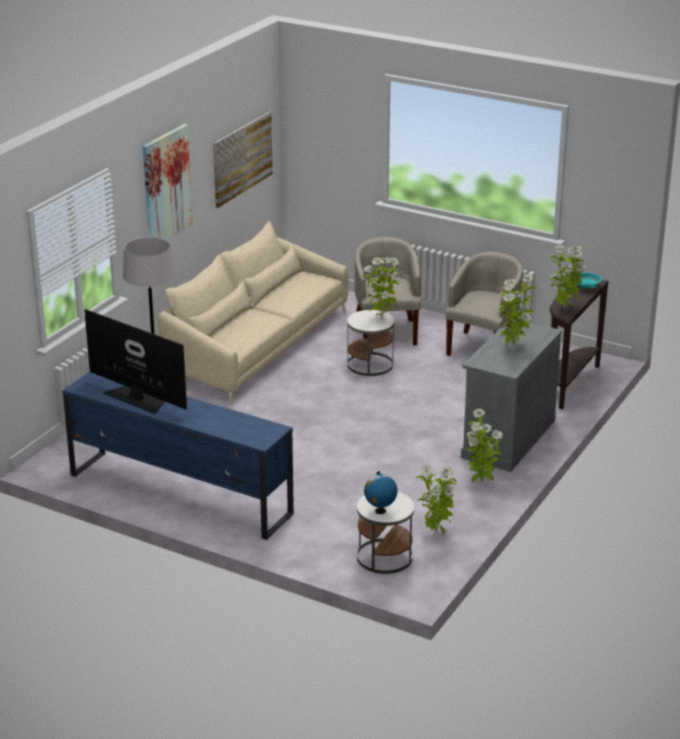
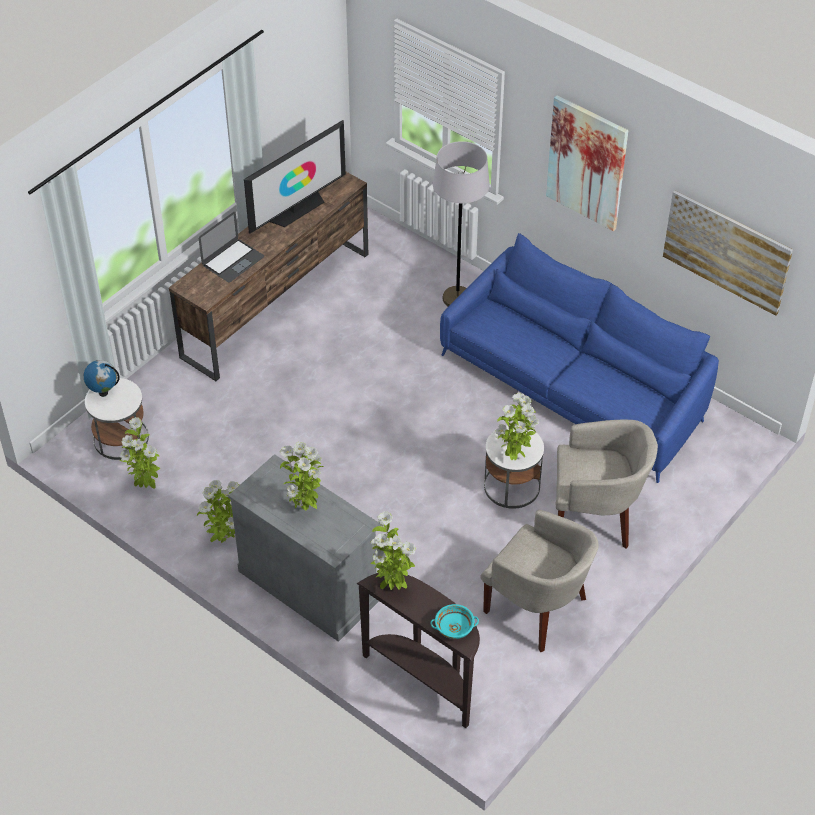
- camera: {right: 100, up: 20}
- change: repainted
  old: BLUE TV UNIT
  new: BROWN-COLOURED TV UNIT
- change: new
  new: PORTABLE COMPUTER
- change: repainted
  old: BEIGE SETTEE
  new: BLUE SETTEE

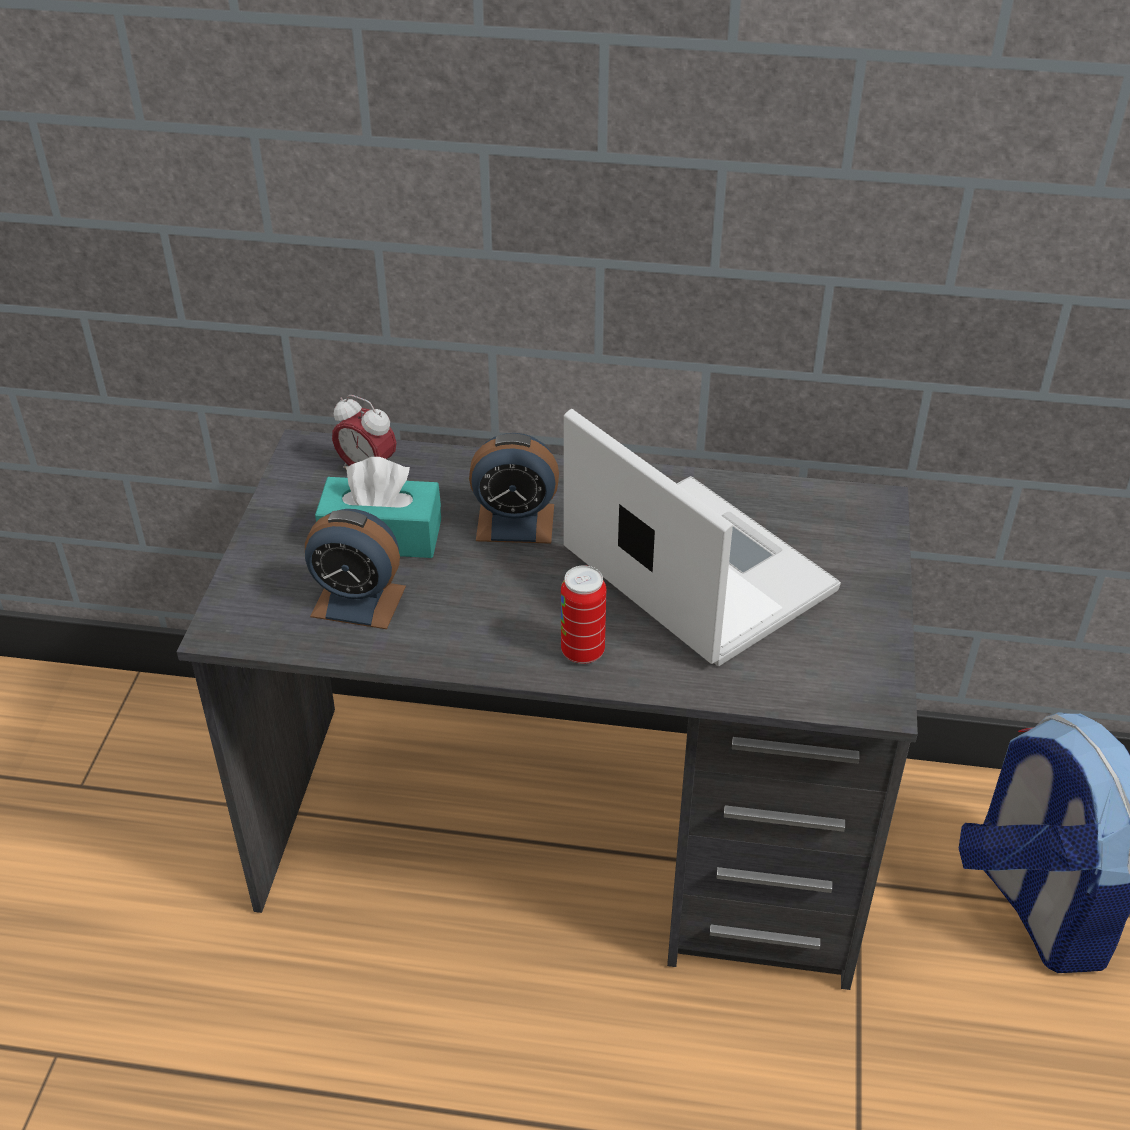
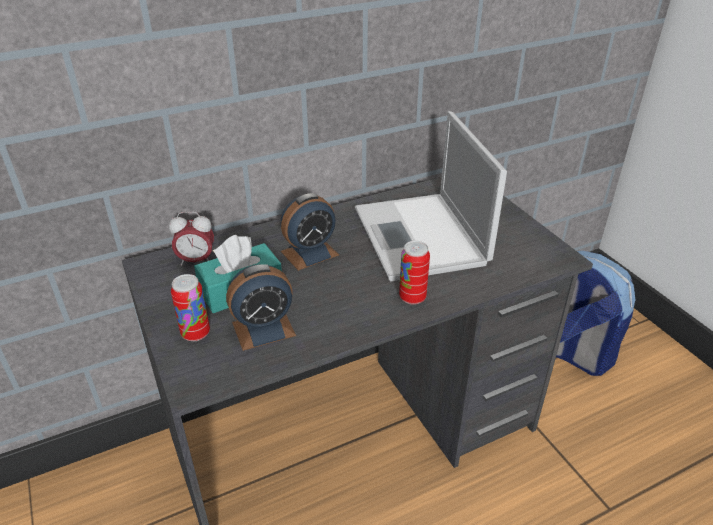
- camera: {right: -35, up: -5}
- change: new
  new: METAL CAN (no. 1 from left)
- change: rotated
  old: PORTABLE COMPUTER
  degrees: -120

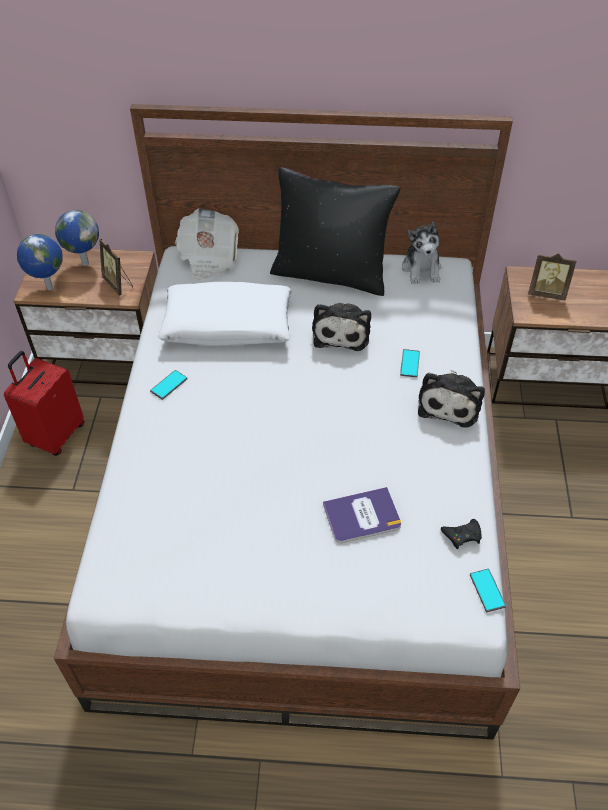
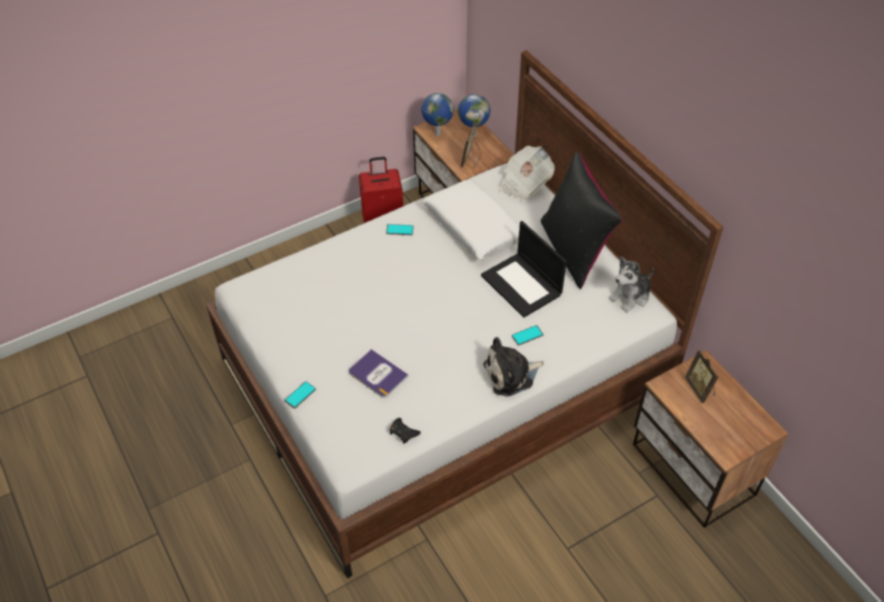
- camera: {right: 55, up: 0}
- change: shifted
  old: HANDSET (no. 3 from left in the first image)
  new: HANDSET (no. 1 from left)
- change: swapped
  old: PLUSH TOY (no. 1 from left)
  new: PORTABLE COMPUTER

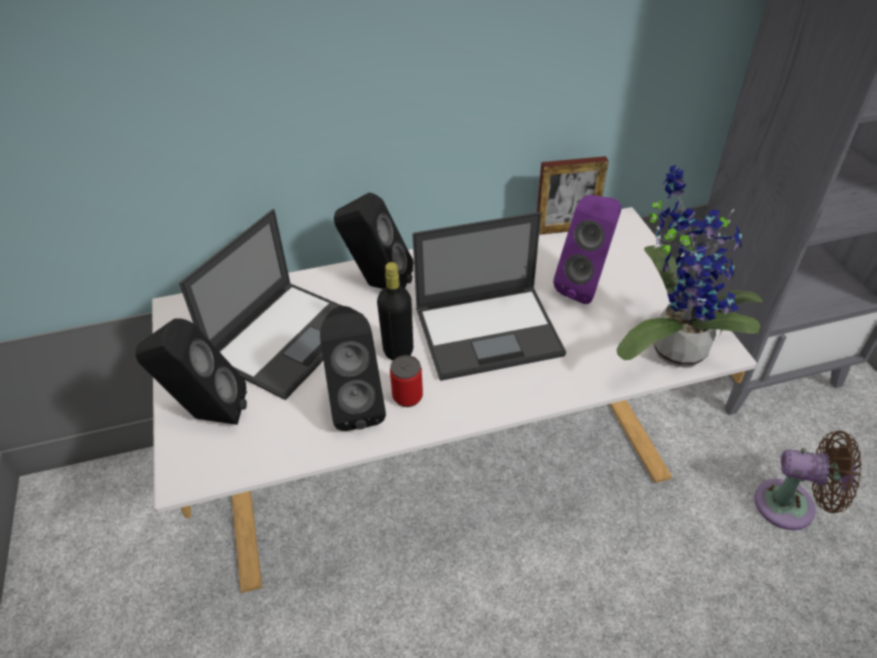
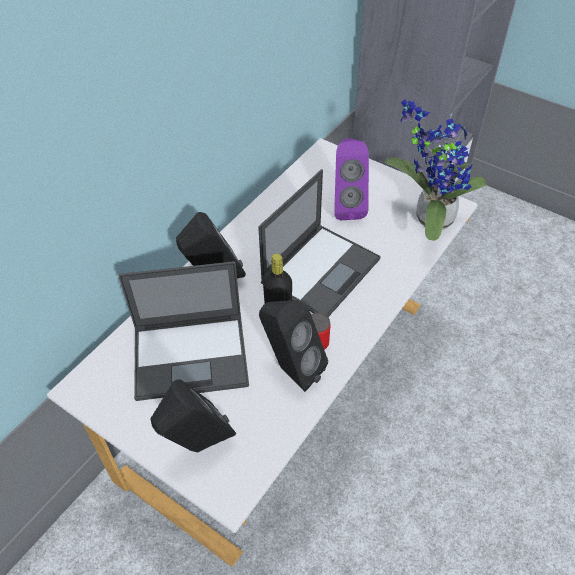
- camera: {right: -40, up: 5}
- change: rotated
  old: PORTABLE COMPUTER (no. 1 from left)
  degrees: 90
- change: gone
  old: STANDING FRAME
- change: gone
  old: BROWN-COLOURED ELECTRIC FAN

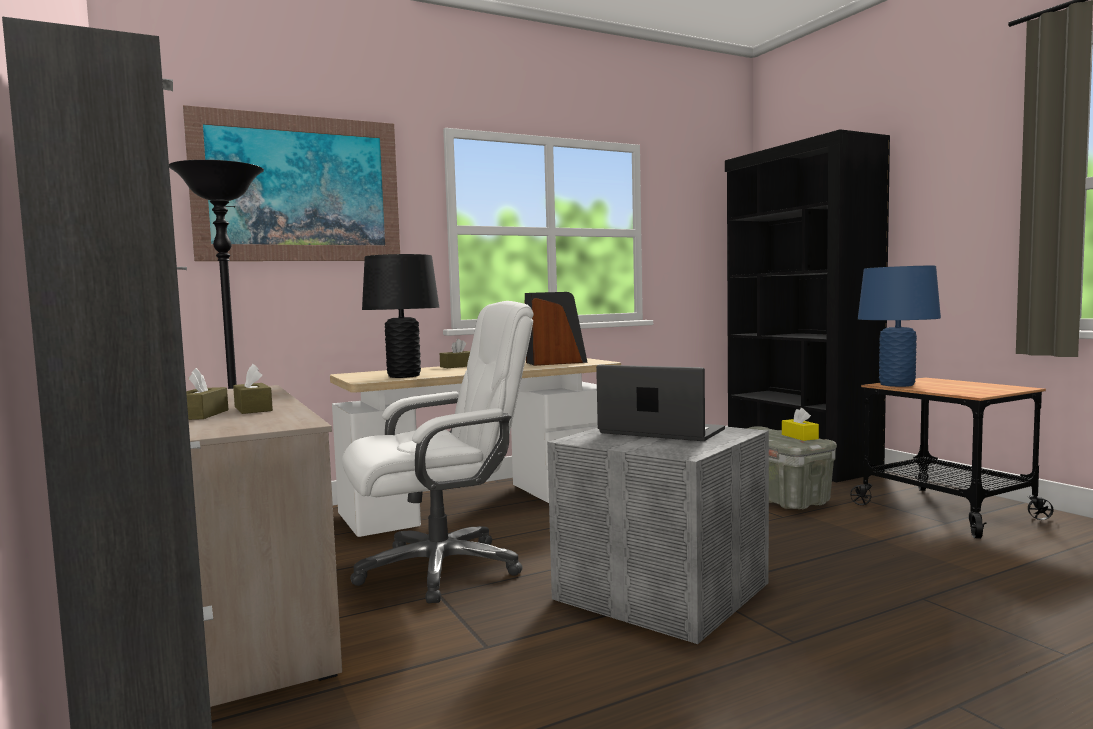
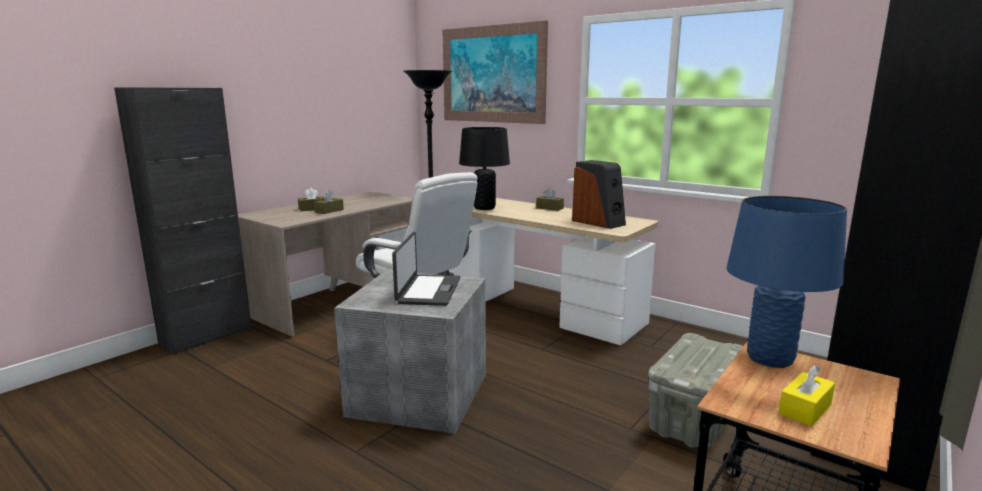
- camera: {right: 65, up: 10}
- change: shifted
  old: YELLOW-COLOURED TISSUE BOX

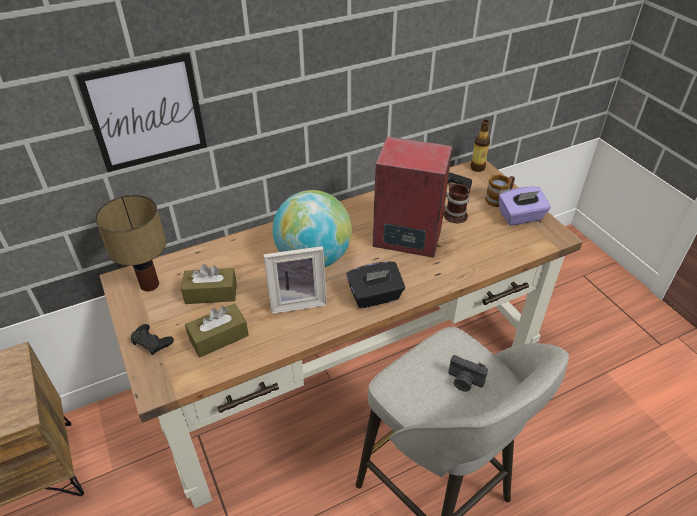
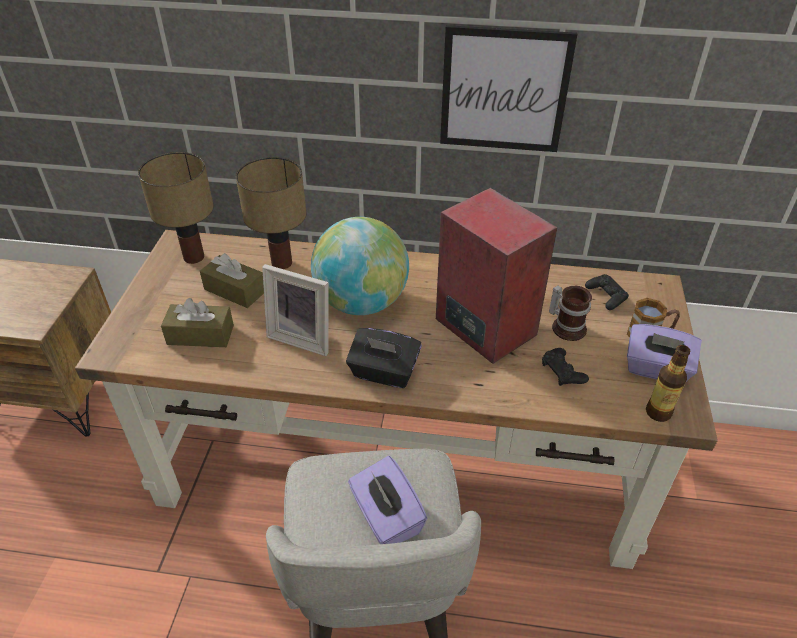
- camera: {right: 35, up: 0}
- change: new
  new: LAMP FOR A TABLE (no. 2 from left)
- change: swapped
  old: PHOTO CAMERA
  new: PURPLISH TISSUE BOX (no. 1 from left)
- change: shifted
  old: WALL PICTURE
- change: shifted
  old: BLACK-COLOURED GAME CONTROLLER (no. 1 from left)
- change: shifted
  old: DRINK BOTTLE

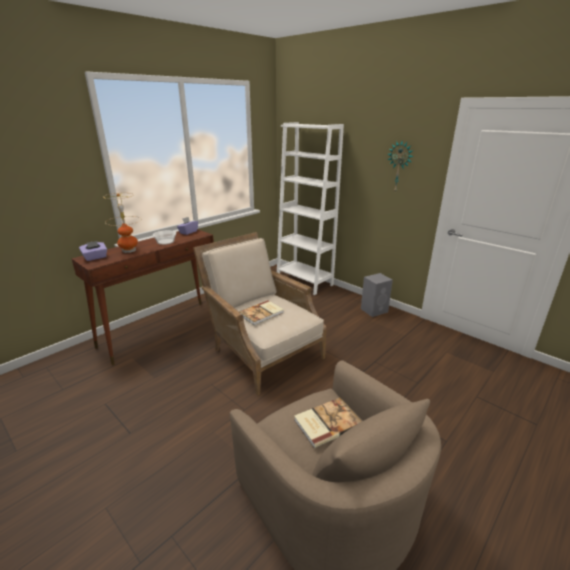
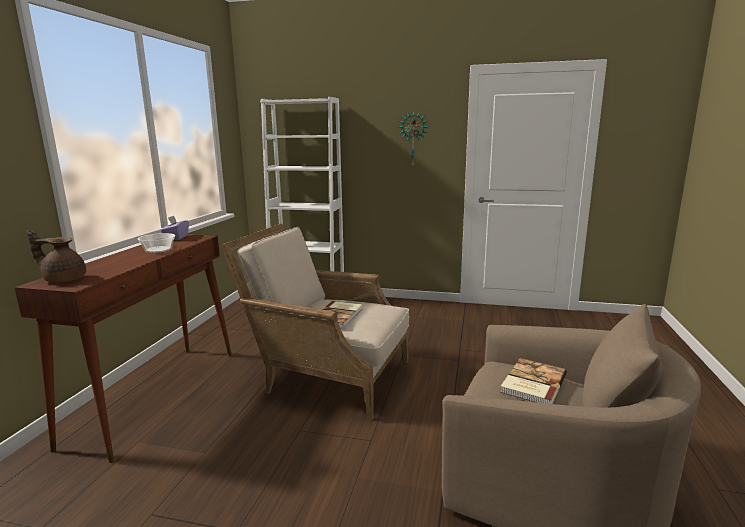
- camera: {right: -30, up: -10}
- change: swapped
  old: PURPLISH TISSUE BOX (no. 1 from left)
  new: BROWN-COLOURED TEA POT
- change: gone
  old: LAMP FOR A TABLE
- change: gone
  old: GREY AUDIO SPEAKER

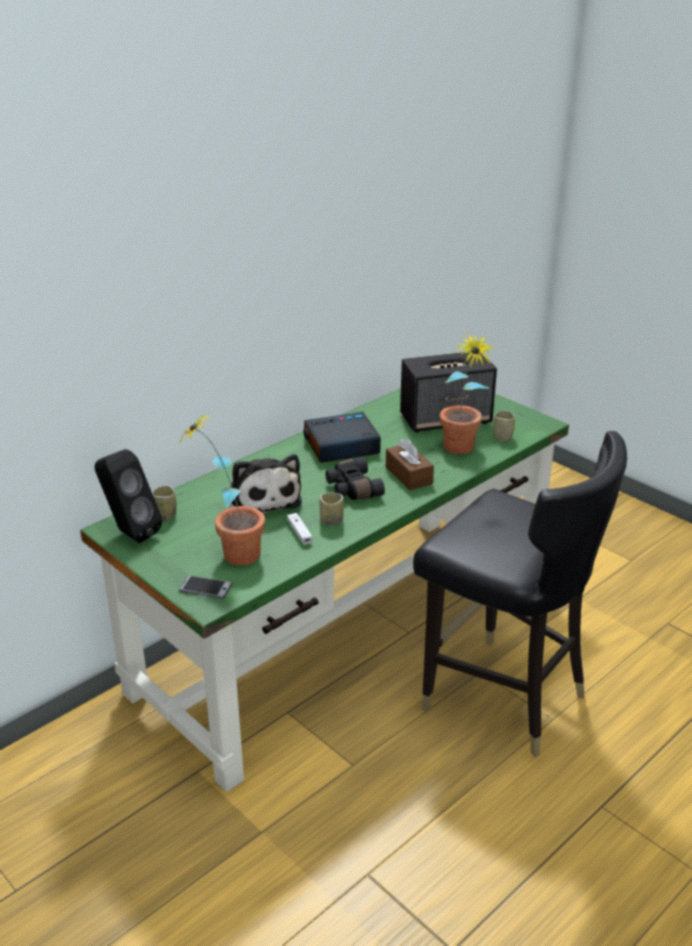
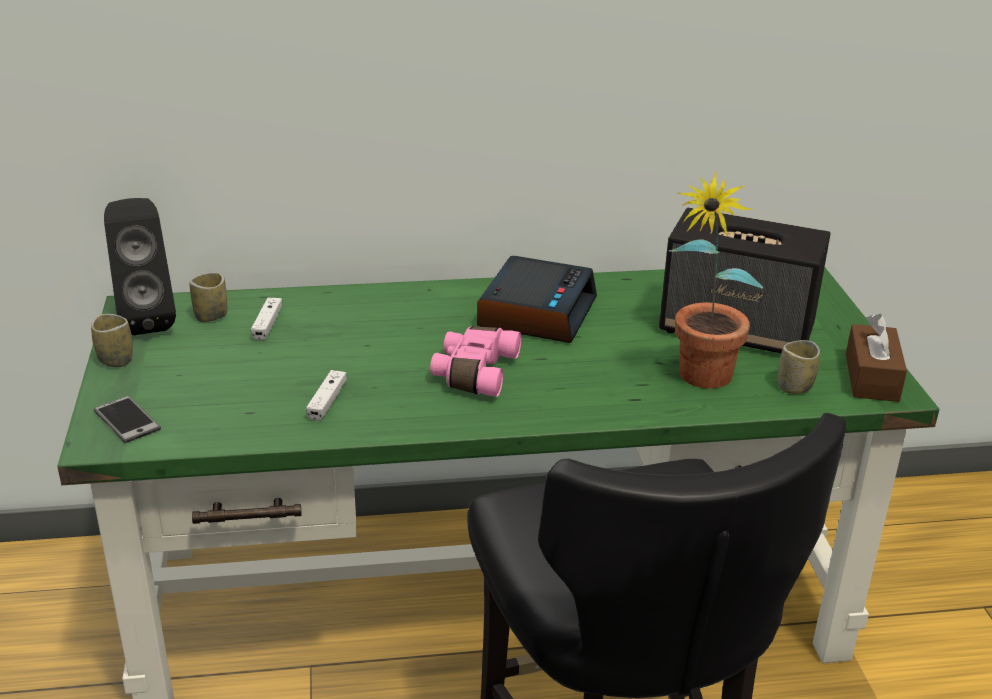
- camera: {right: 35, up: 0}
- change: shifted
  old: SMALL CUP (no. 2 from left in the first image)
  new: SMALL CUP (no. 1 from left)
- change: new
  new: WHITE GAME CONTROLLER (no. 1 from left)
- change: repainted
  old: BLACK-COLOURED FIELD GLASSES
  new: PINK-COLOURED FIELD GLASSES
- change: rotated
  old: BEDSIDE CLOCK
  degrees: 90
- change: shifted
  old: BROWN-COLOURED TISSUE BOX
- change: gone
  old: PLANT IN A POT (no. 1 from left)
- change: gone
  old: PLUSH TOY

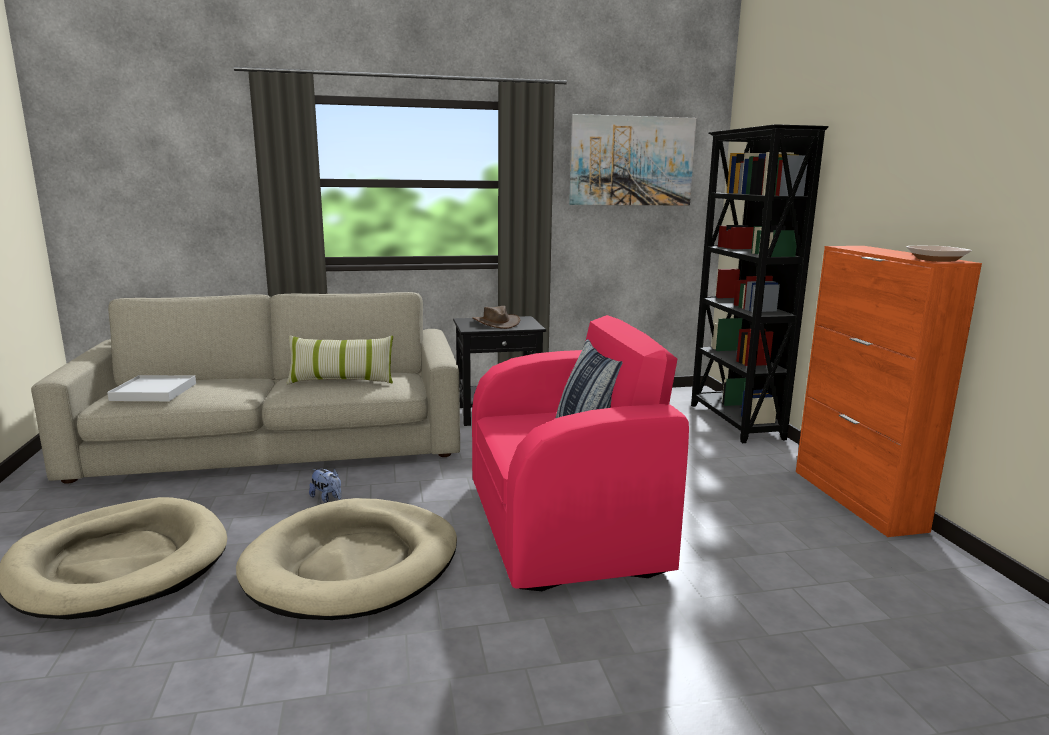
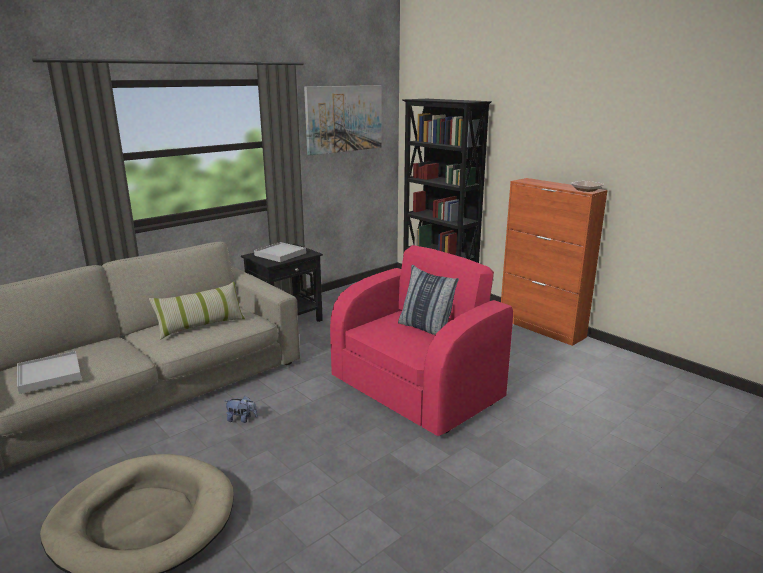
- camera: {right: -30, up: 5}
- change: swapped
  old: BROWN-COLOURED HAT
  new: WHITE CARRYING TRAY (no. 2 from left)
- change: gone
  old: BEIGE DOG CUSHION (no. 2 from left)

